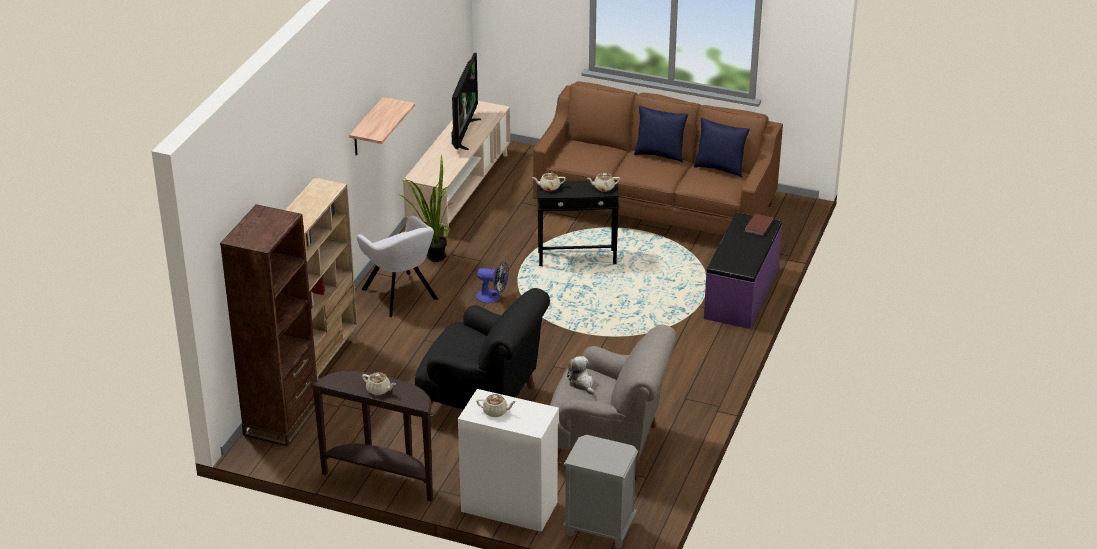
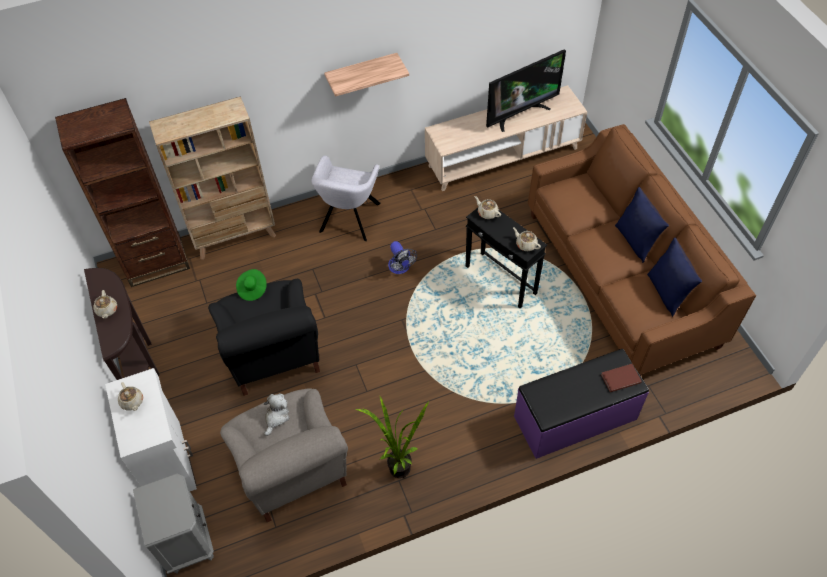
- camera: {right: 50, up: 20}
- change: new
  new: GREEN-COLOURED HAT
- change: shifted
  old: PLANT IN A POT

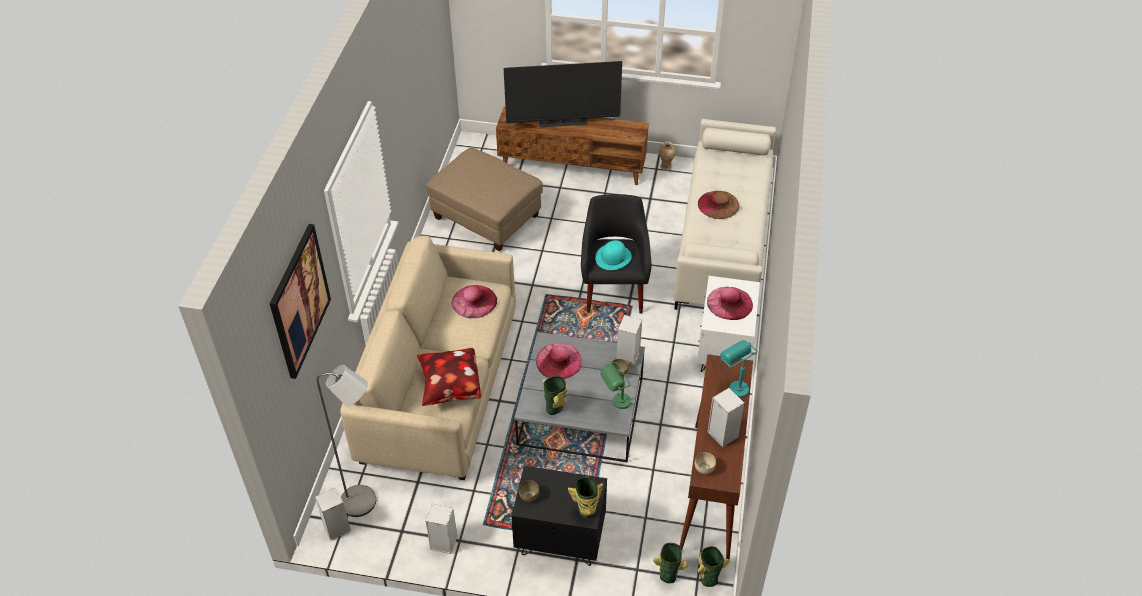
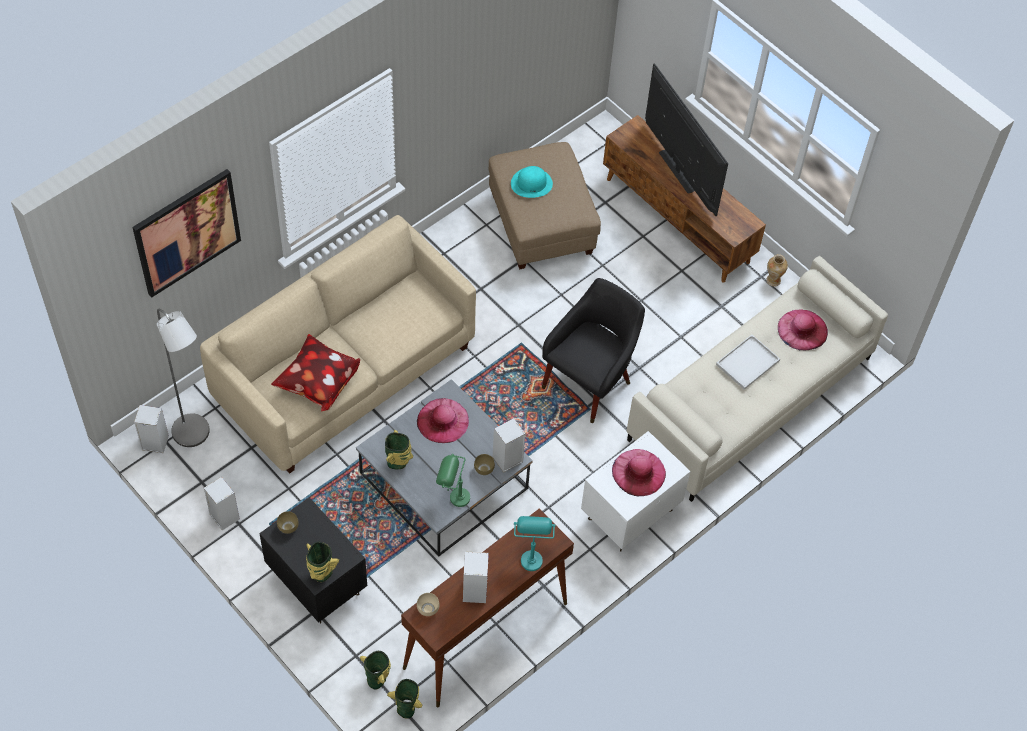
- camera: {right: 35, up: 10}
- change: shifted
  old: TURQUOISE HAT
- change: rotated
  old: TV
  degrees: -150
- change: swapped
  old: BROWN-COLOURED HAT
  new: WHITE CARRYING TRAY
- change: shifted
  old: PINK-COLOURED HAT (no. 1 from left in the first image)
  new: PINK-COLOURED HAT (no. 3 from left)

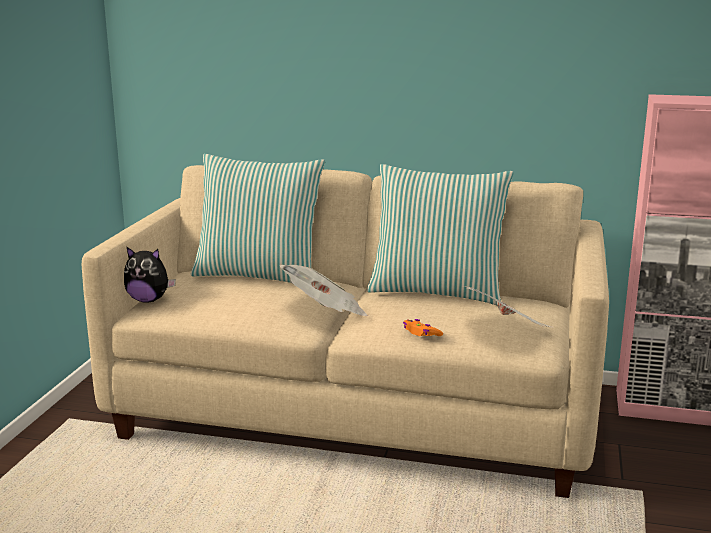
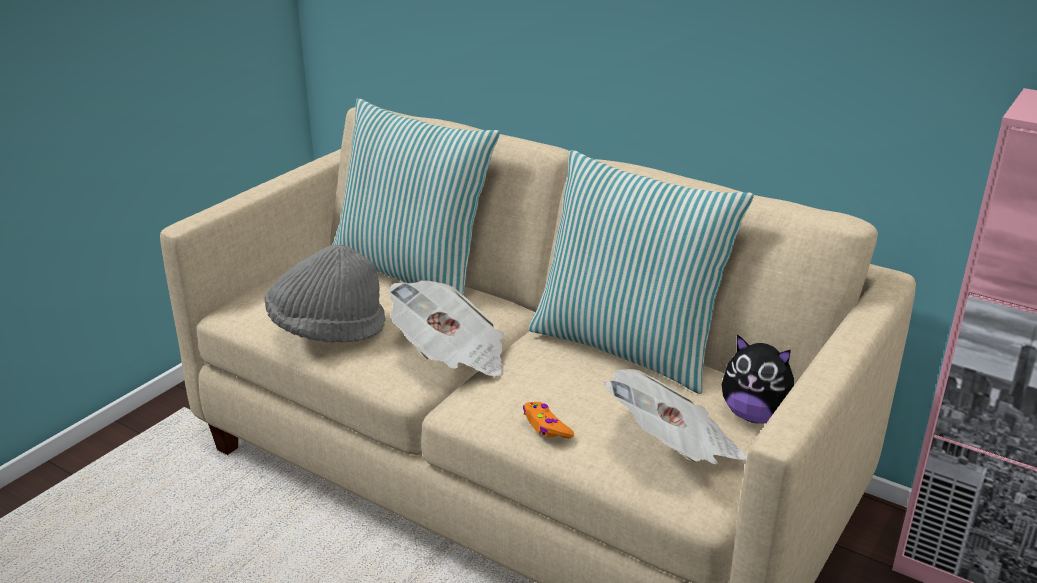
- camera: {right: 20, up: 10}
- change: new
  new: GREY HAT
- change: shifted
  old: PLUSH TOY

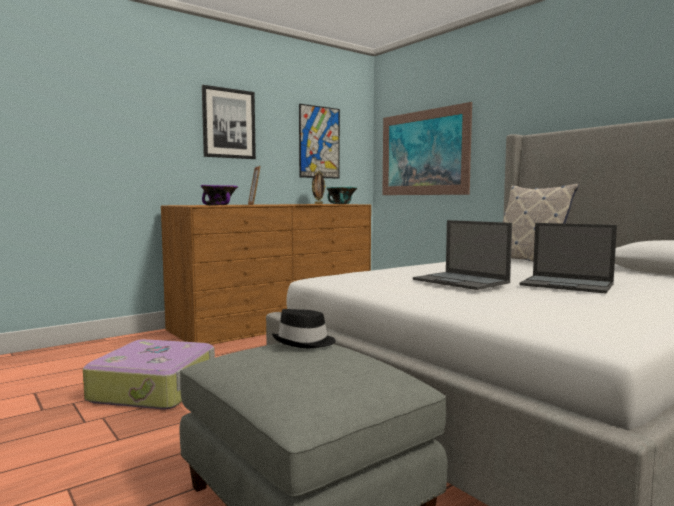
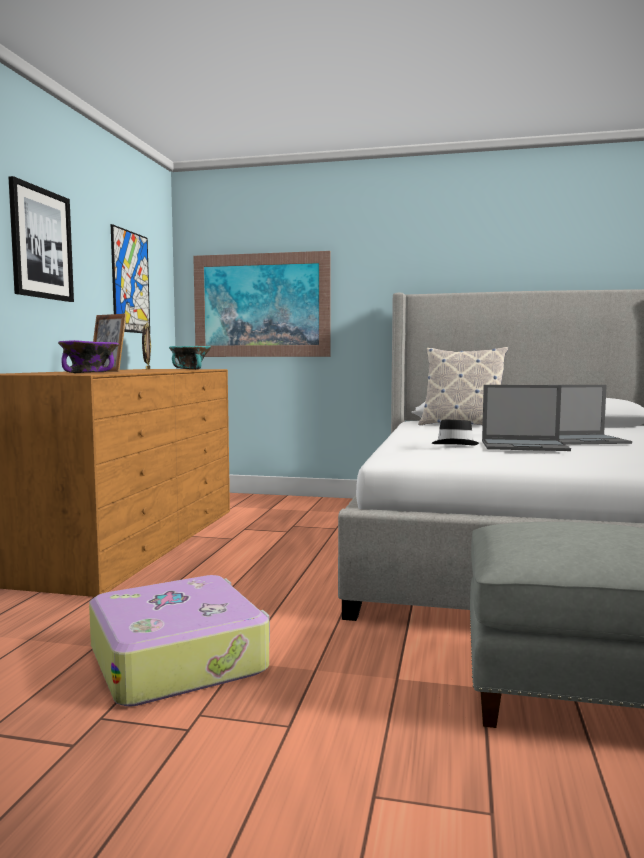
- camera: {right: -40, up: 0}
- change: shifted
  old: BLACK-COLOURED HAT

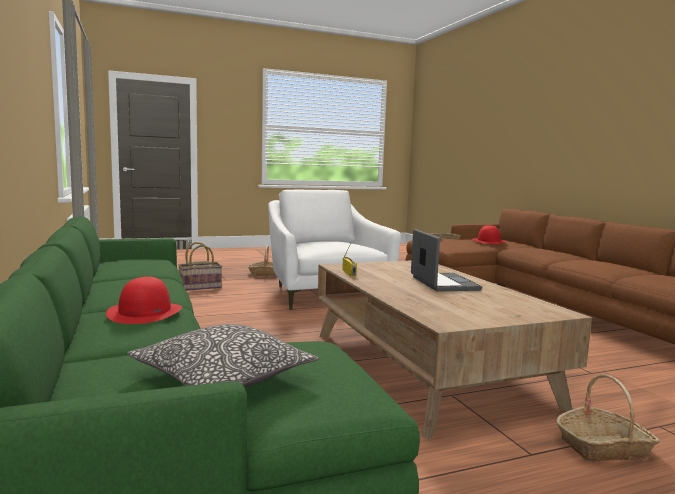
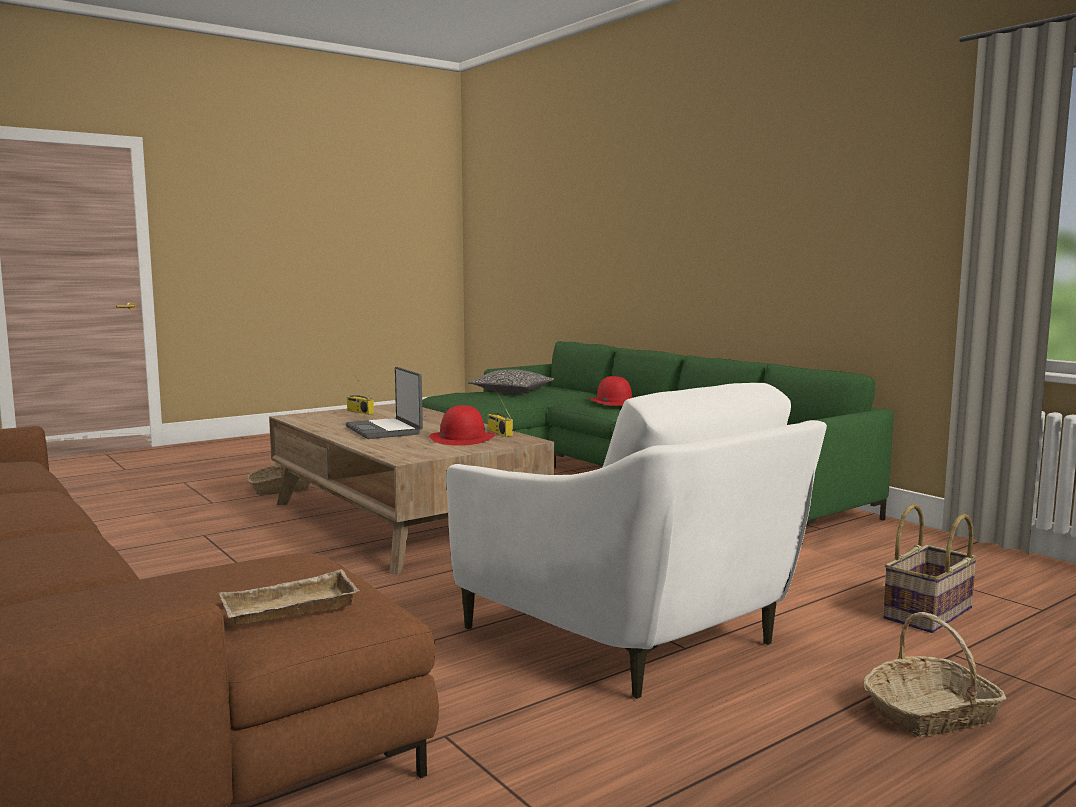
- camera: {right: 165, up: 0}
- change: new
  new: RADIO SET (no. 1 from left)
- change: shifted
  old: RED HAT (no. 2 from left in the first image)
  new: RED HAT (no. 1 from left)

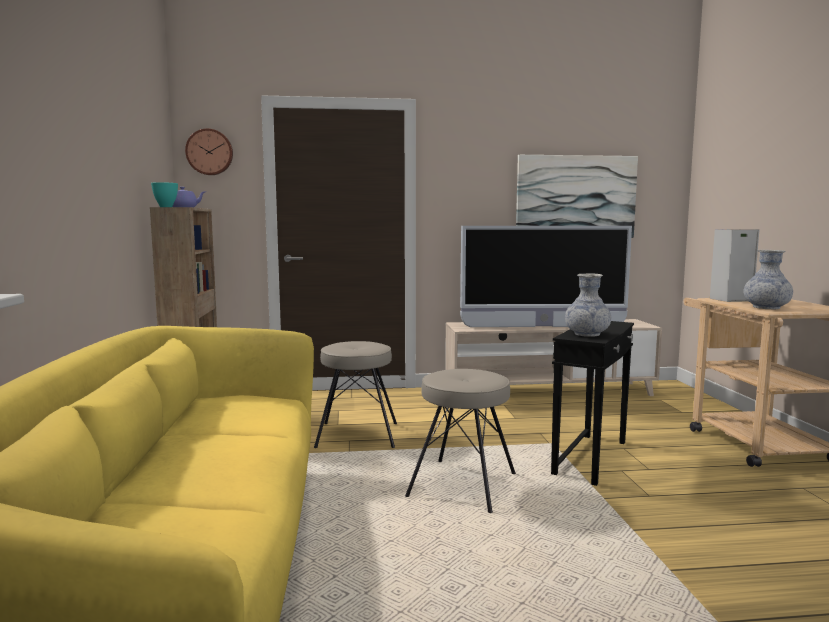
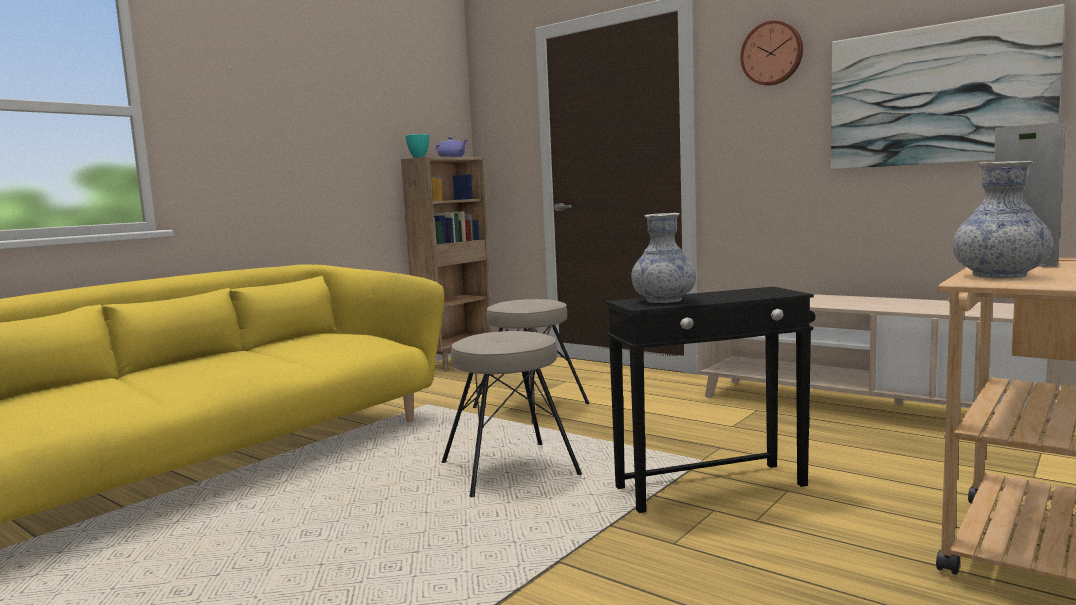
- camera: {right: 45, up: 0}
- change: shifted
  old: CLOCK ON THE WALL
- change: gone
  old: TV

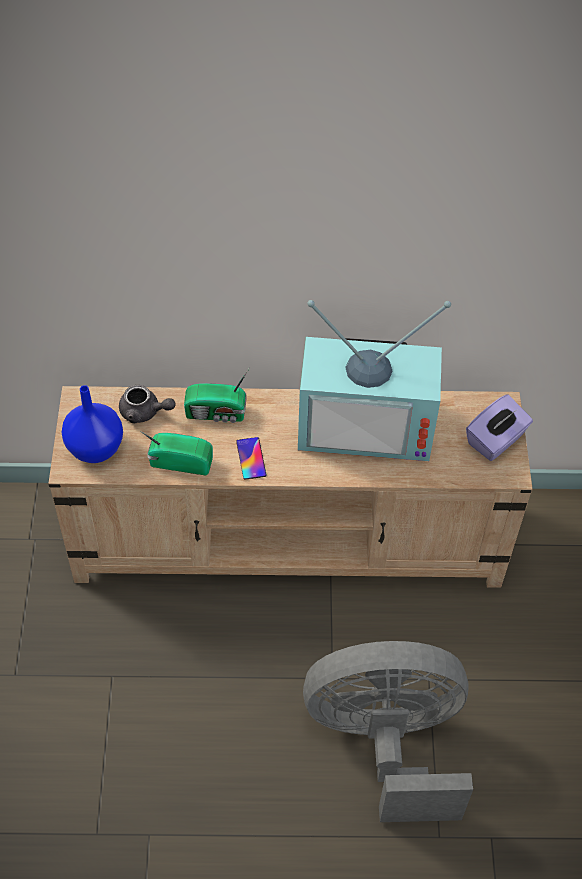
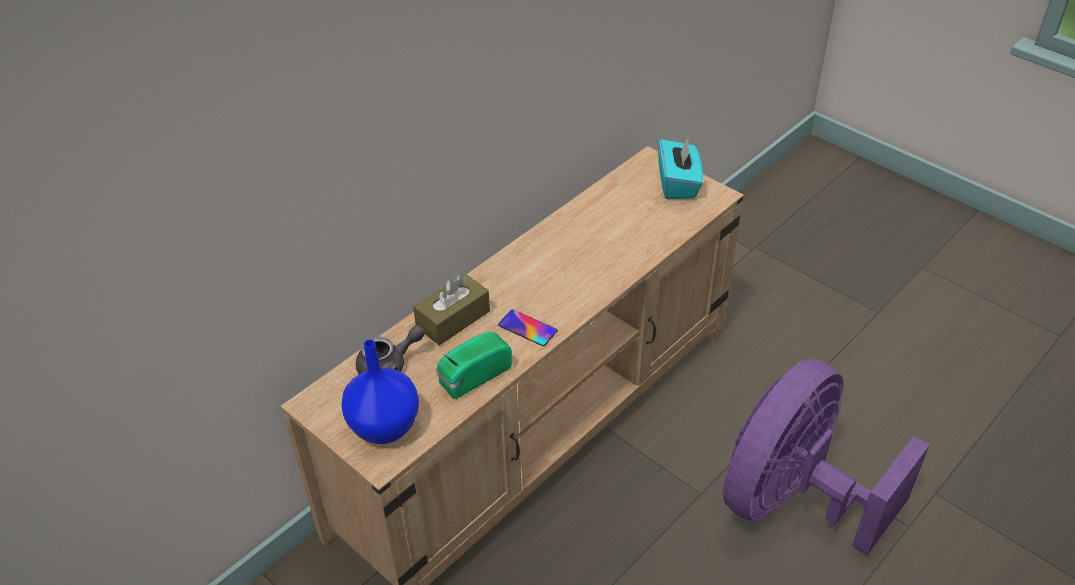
- camera: {right: -45, up: -10}
- change: swapped
  old: RADIO SET (no. 2 from left)
  new: BROWN-COLOURED TISSUE BOX
- change: repainted
  old: PURPLISH TISSUE BOX
  new: TURQUOISE TISSUE BOX
- change: repainted
  old: GREY ELECTRIC FAN
  new: PURPLISH ELECTRIC FAN
- change: gone
  old: TV

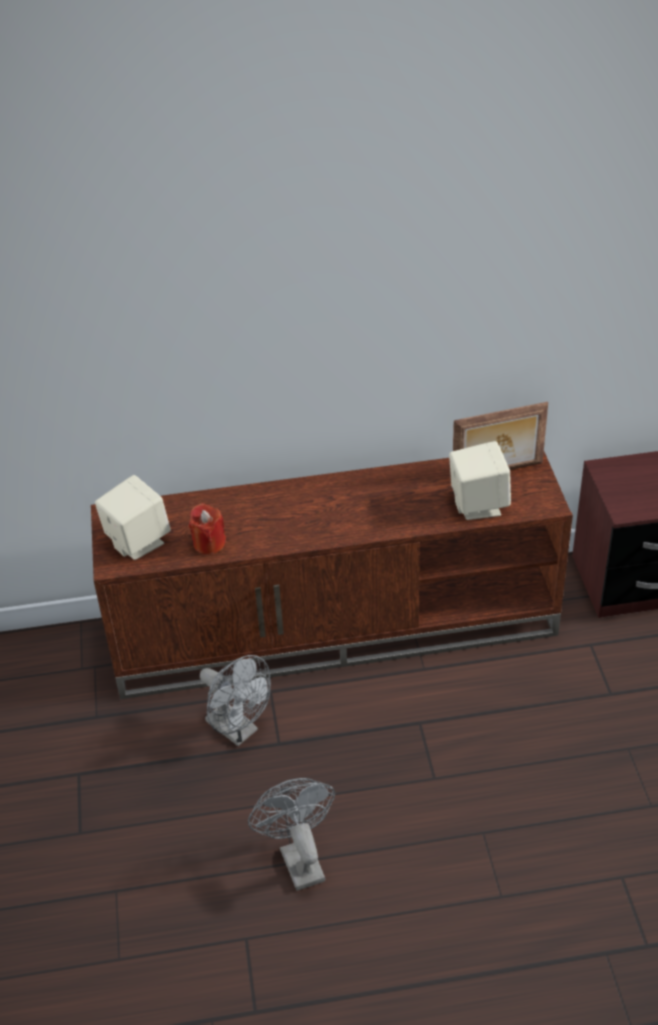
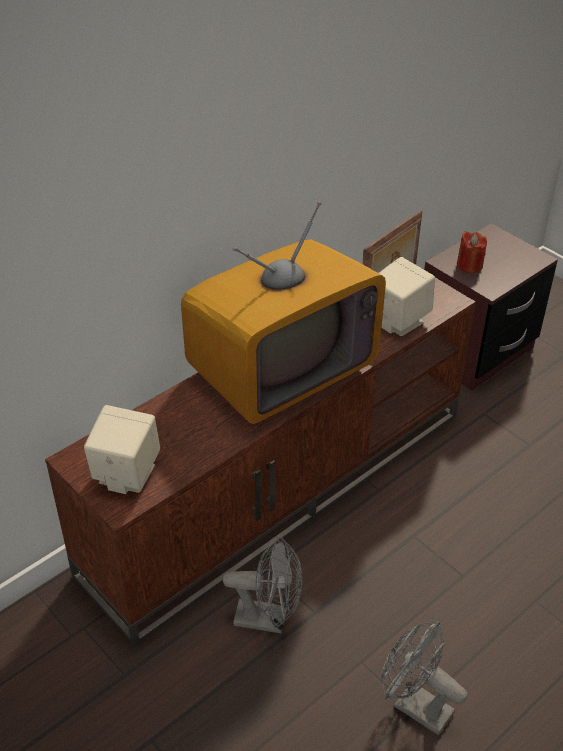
- camera: {right: -35, up: 0}
- change: new
  new: TV
- change: shifted
  old: RED CANDLE

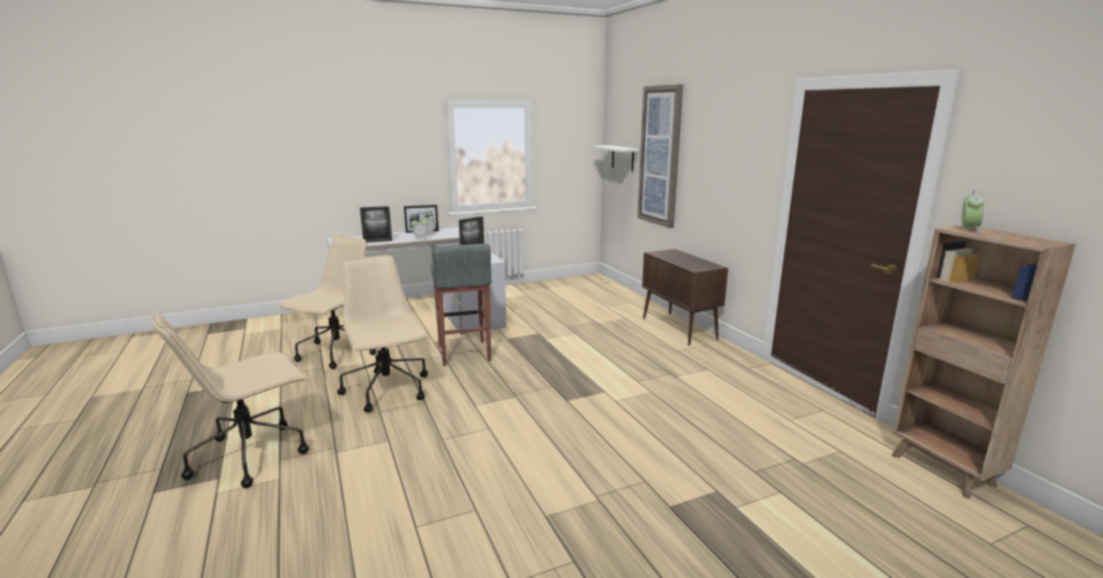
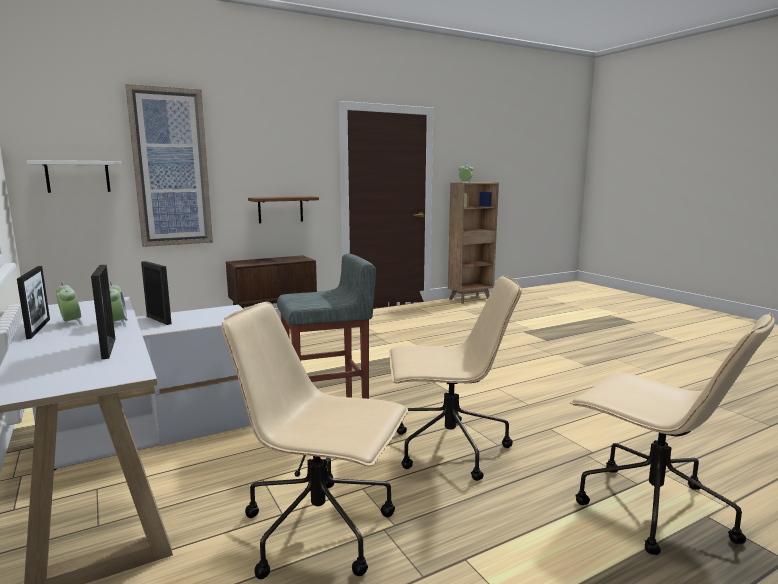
- camera: {right: -95, up: -5}
- change: new
  new: BROWN-COLOURED SHELF
- change: rotated
  old: BEIGE OFFICE CHAIR (no. 3 from left in the first image)
  degrees: -150

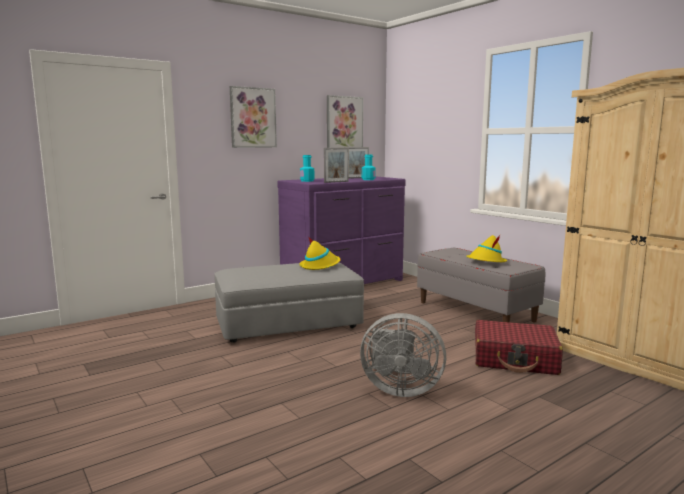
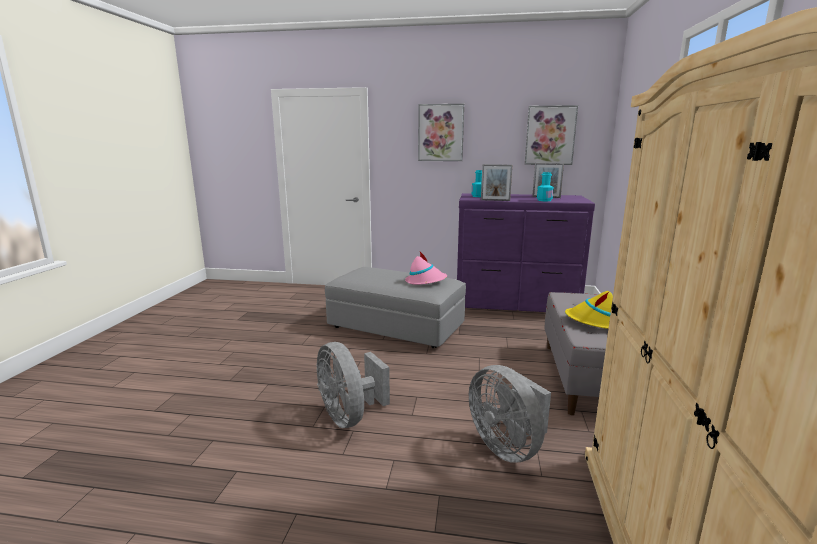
- camera: {right: 45, up: 5}
- change: repainted
  old: YELLOW-COLOURED HAT (no. 1 from left)
  new: PINK-COLOURED HAT
- change: swapped
  old: RED TRAVEL CASE
  new: GREY ELECTRIC FAN (no. 2 from left)

